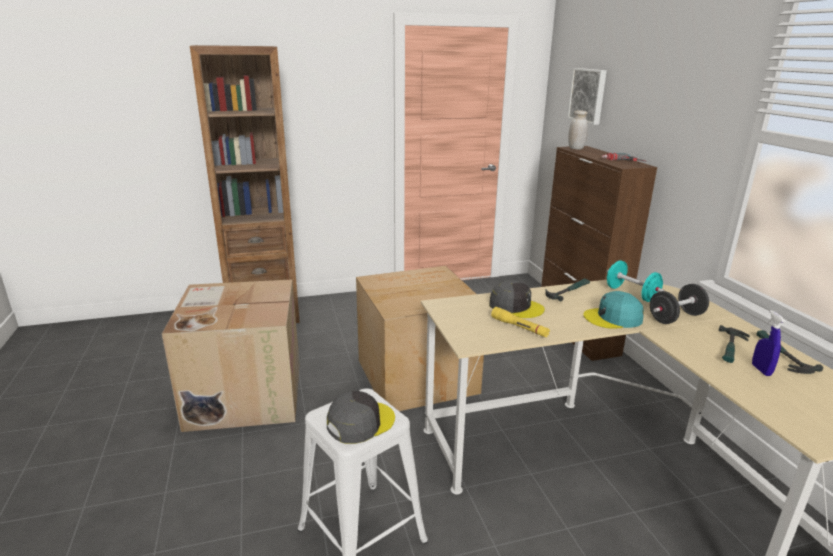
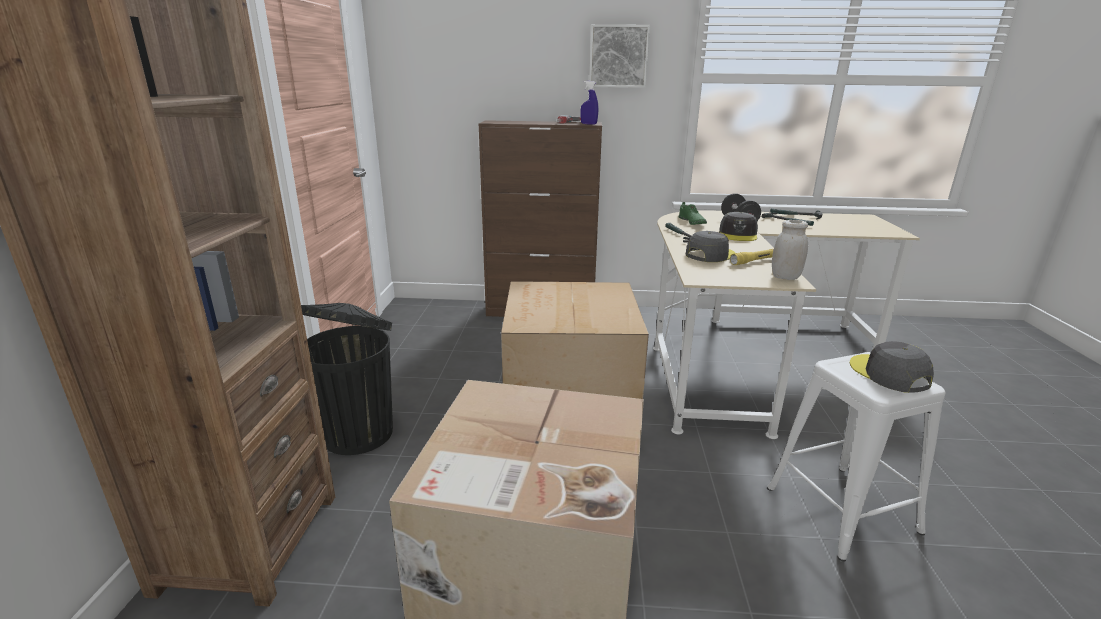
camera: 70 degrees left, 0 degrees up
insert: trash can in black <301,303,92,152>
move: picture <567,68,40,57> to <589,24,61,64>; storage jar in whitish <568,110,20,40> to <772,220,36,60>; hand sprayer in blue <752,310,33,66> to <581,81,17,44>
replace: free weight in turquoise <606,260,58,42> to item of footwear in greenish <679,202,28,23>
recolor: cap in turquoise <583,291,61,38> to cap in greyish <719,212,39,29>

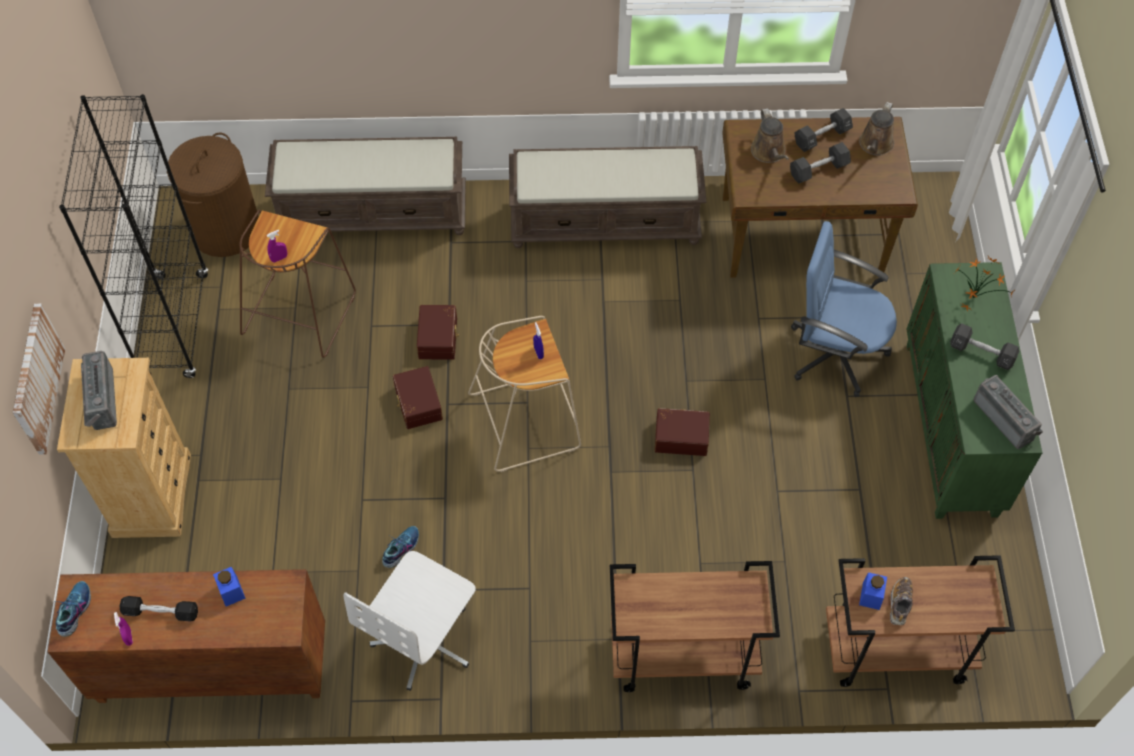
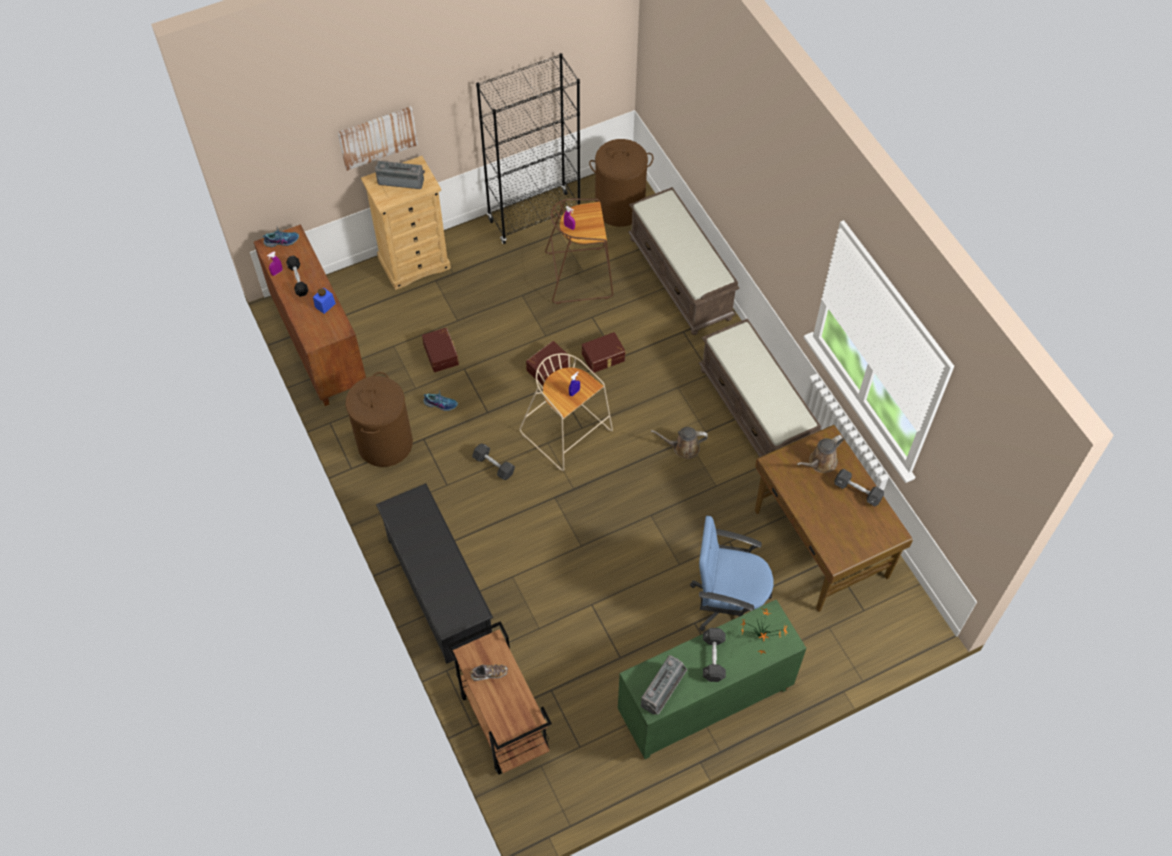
camera: 65 degrees right, 0 degrees up
delete: storage jar in blue <859,572,28,38>
move: storage box in brown-coloured <655,408,55,48> to <422,328,37,44>; free weight in black <790,142,61,42> to <472,443,43,37>; watering can in brown-coloured <859,102,35,54> to <651,427,57,32>
replace: office chair in whitish <343,551,133,140> to hamper in brown-coloured <345,372,68,95>; trolley in brown-coloured <610,561,170,131> to shoe shelf in black <376,483,117,181>
rotate: radio set <81,351,36,79> = <375,160,50,29> 45 degrees clockwise; office chair in blue <791,221,106,176> = <690,516,84,115> 75 degrees counterclockwise

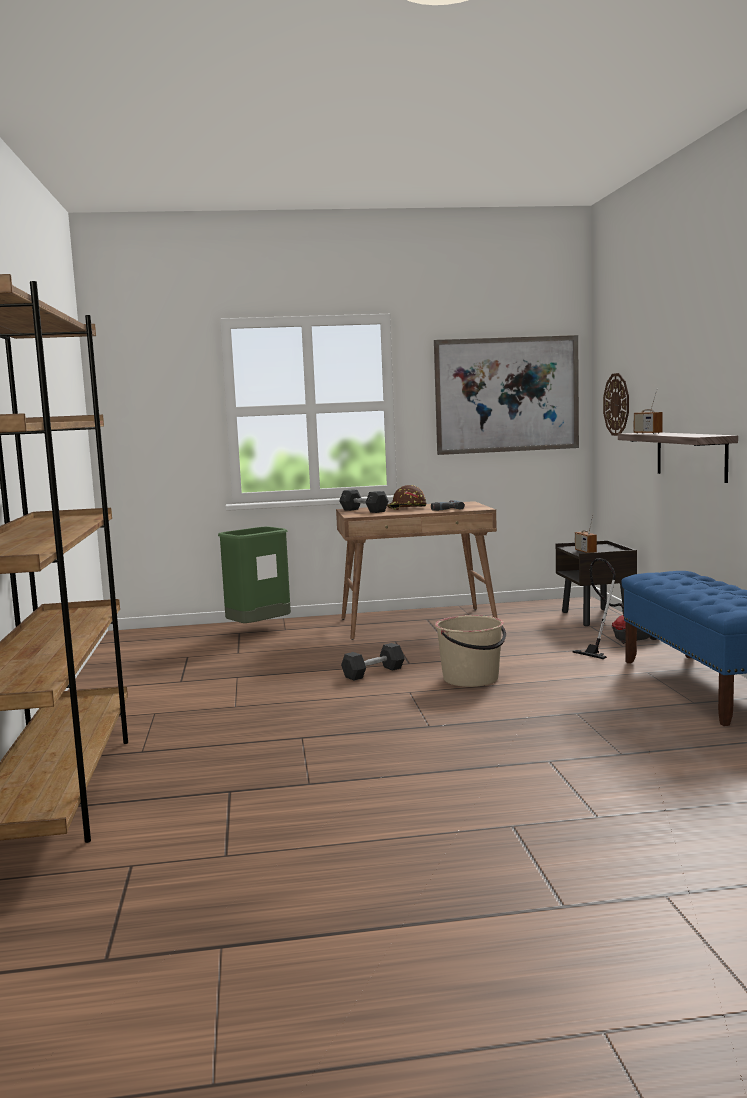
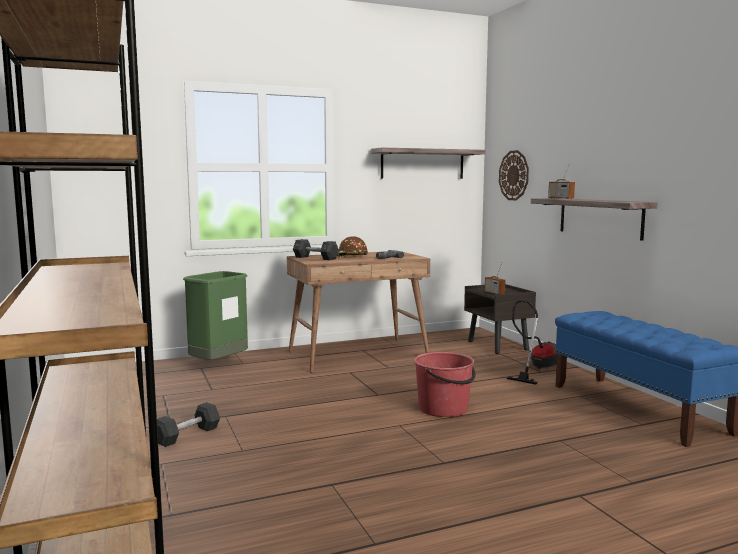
camera: 15 degrees left, 0 degrees up
move: free weight in greyish <341,643,64,38> to <157,402,63,45>
replace: picture <434,335,145,120> to wall shelf <371,147,114,32>
recolor: bucket in beige <435,615,71,72> to bucket in red <414,352,62,65>

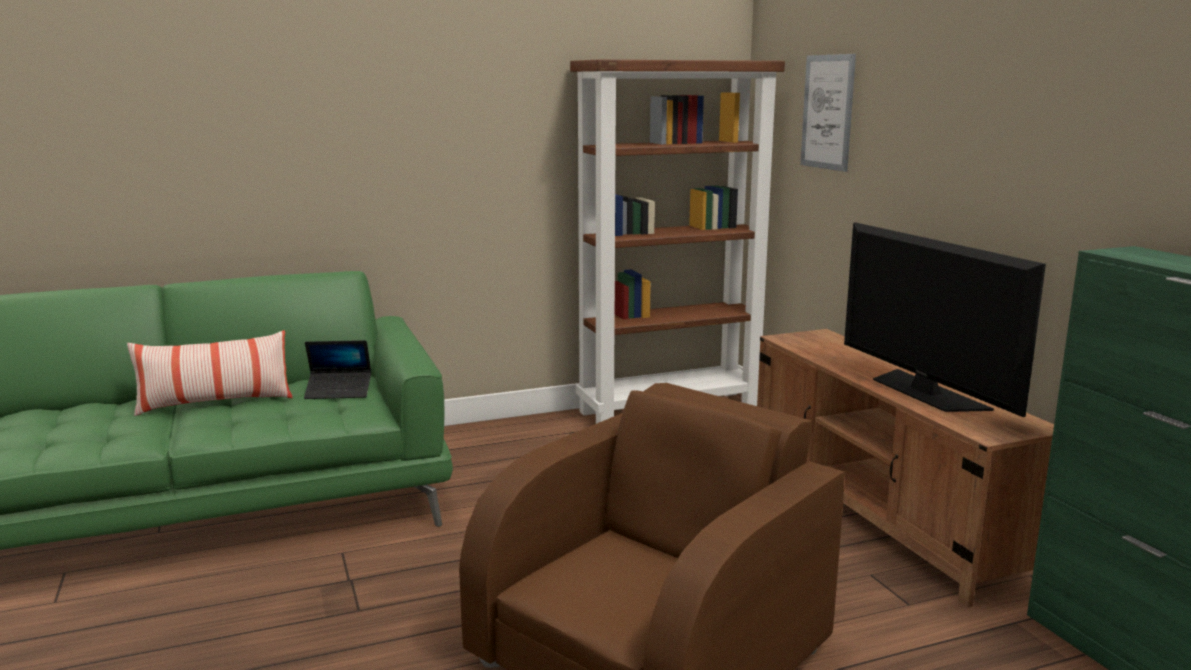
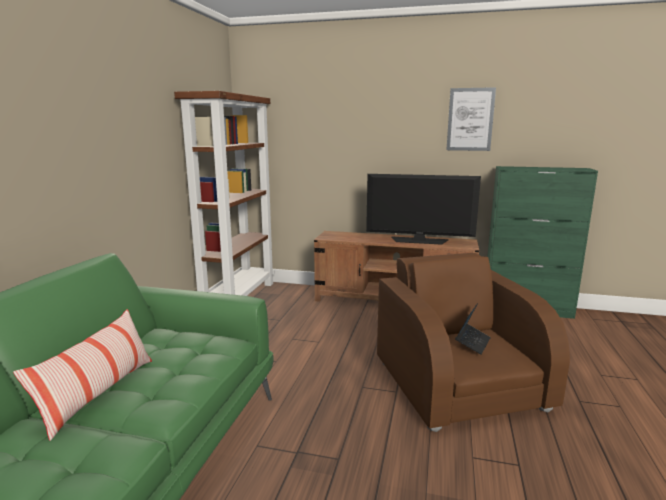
camera: 55 degrees left, 0 degrees up
move: portable computer <304,340,67,59> to <455,303,36,51>; picture <800,54,56,118> to <446,87,50,64>

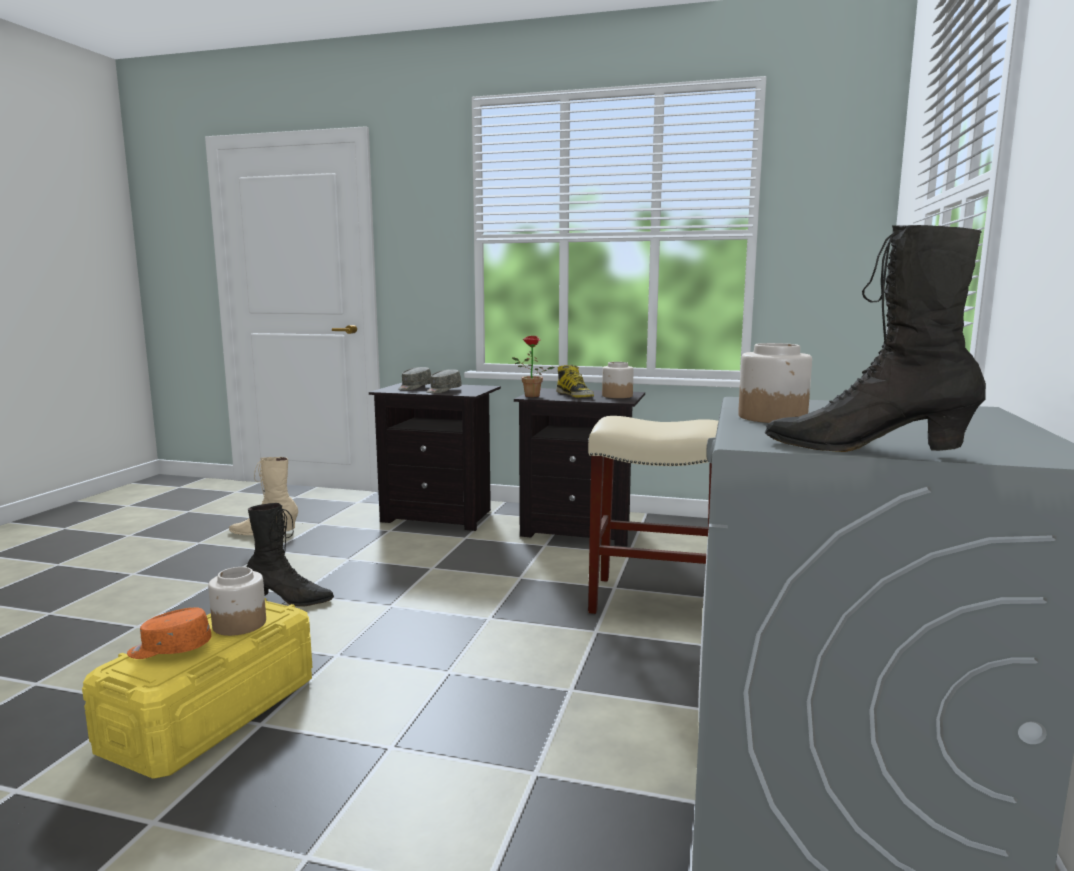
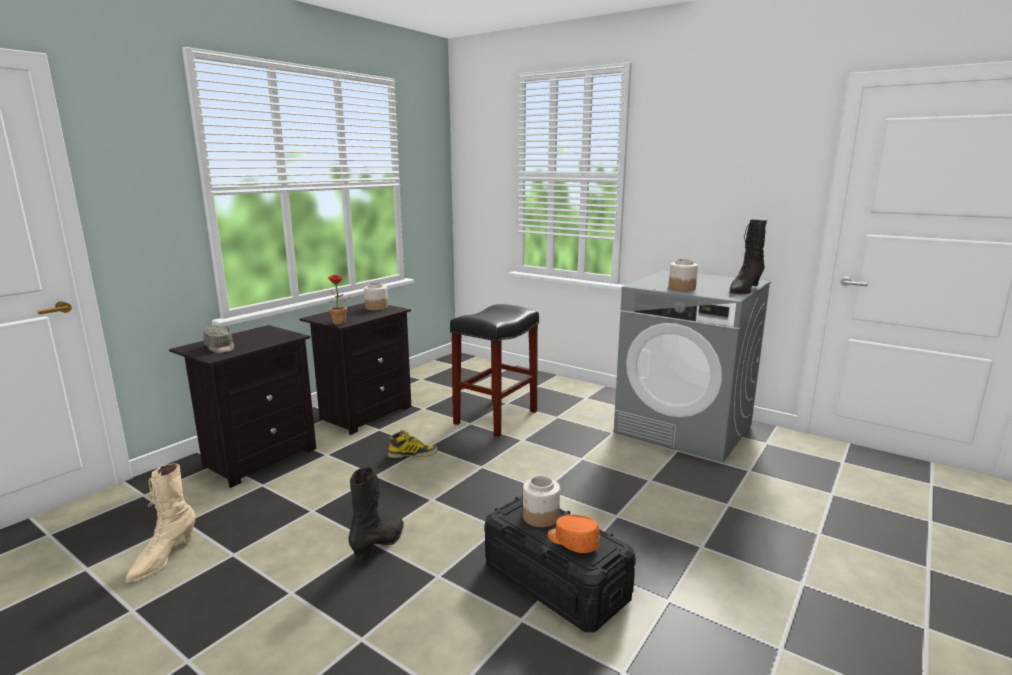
camera: 70 degrees left, 5 degrees up
delete: cap in greyish <426,369,36,24>
move: high-top boot <556,365,38,33> to <388,430,50,28>
recolor: storage box in yellow <82,598,231,181> to storage box in black <485,496,151,136>; sitting stool in beige <588,416,130,198> to sitting stool in black <450,304,89,133>
rotate: cap in orangey <127,607,84,52> = <548,514,52,39> 120 degrees clockwise

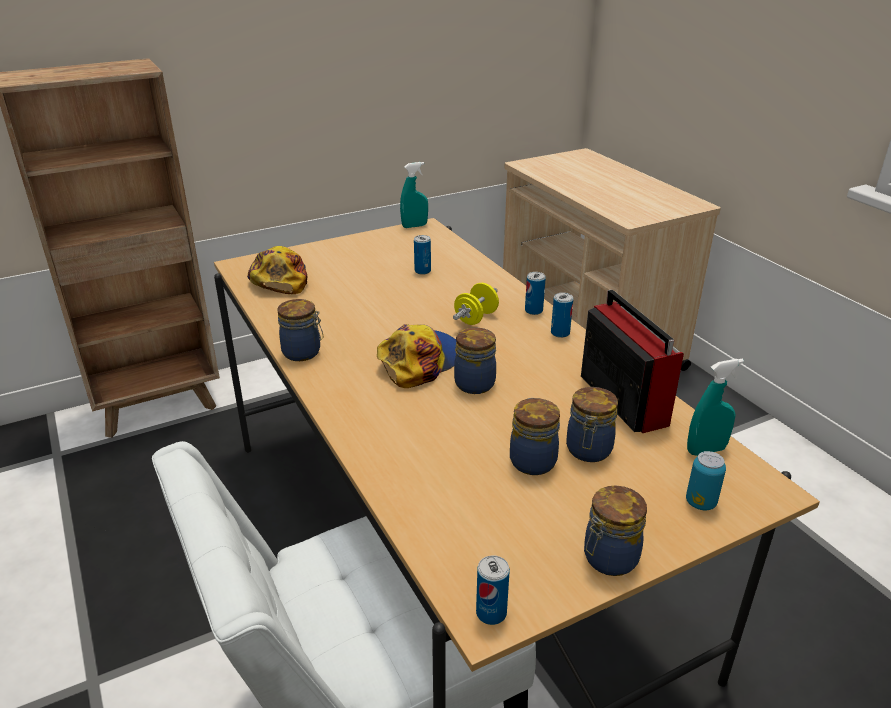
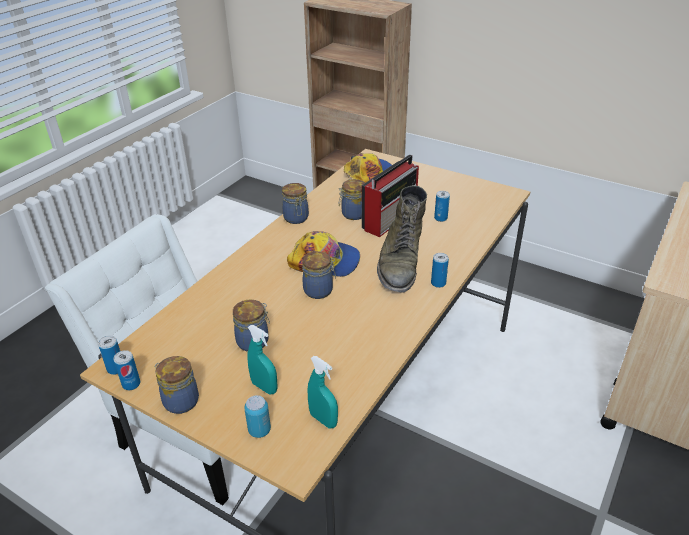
camera: 60 degrees right, 5 degrees up
move: hand sprayer in turquoise <400,162,28,66> to <248,325,29,70>; sealed can <551,292,22,46> to <114,350,26,40>; storage jar <566,387,52,75> to <339,179,26,41>; radio set <581,289,103,144> to <362,154,57,83>
replace: free weight in yellow <453,283,46,42> to high-top boot in greenish <377,185,50,108>

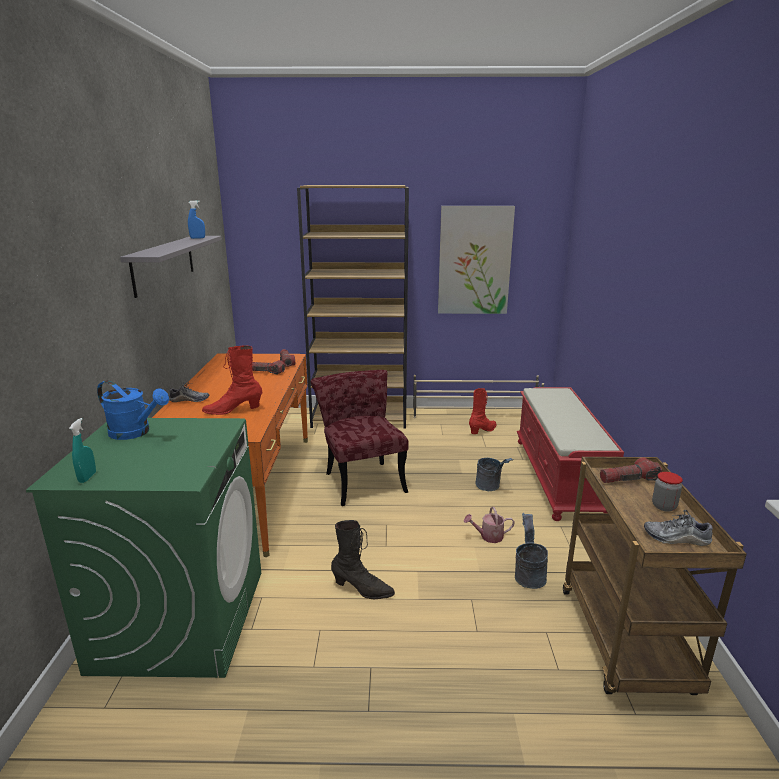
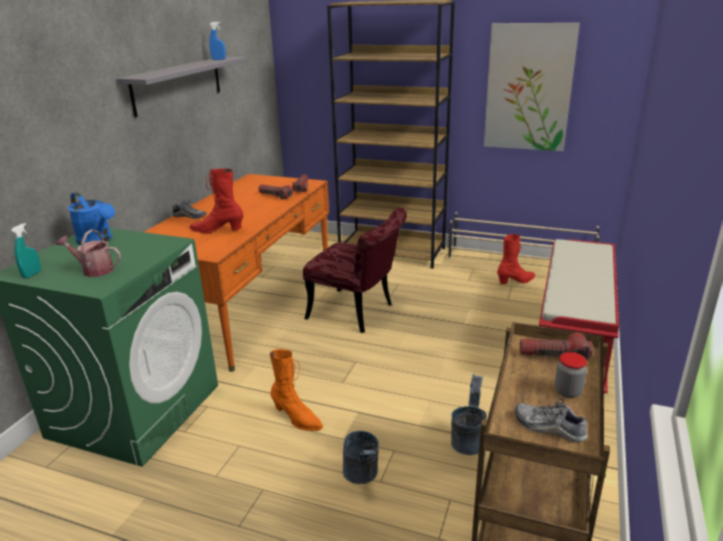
camera: 20 degrees right, 5 degrees up
move: watering can <464,507,51,36> to <56,229,65,48>; bucket in greyish <475,458,38,33> to <343,431,36,53>
recolor: high-top boot in black <331,520,64,79> to high-top boot in orangey <269,349,54,82>
rotate: plain chair in red <311,370,98,136> = <303,208,104,125> 120 degrees clockwise

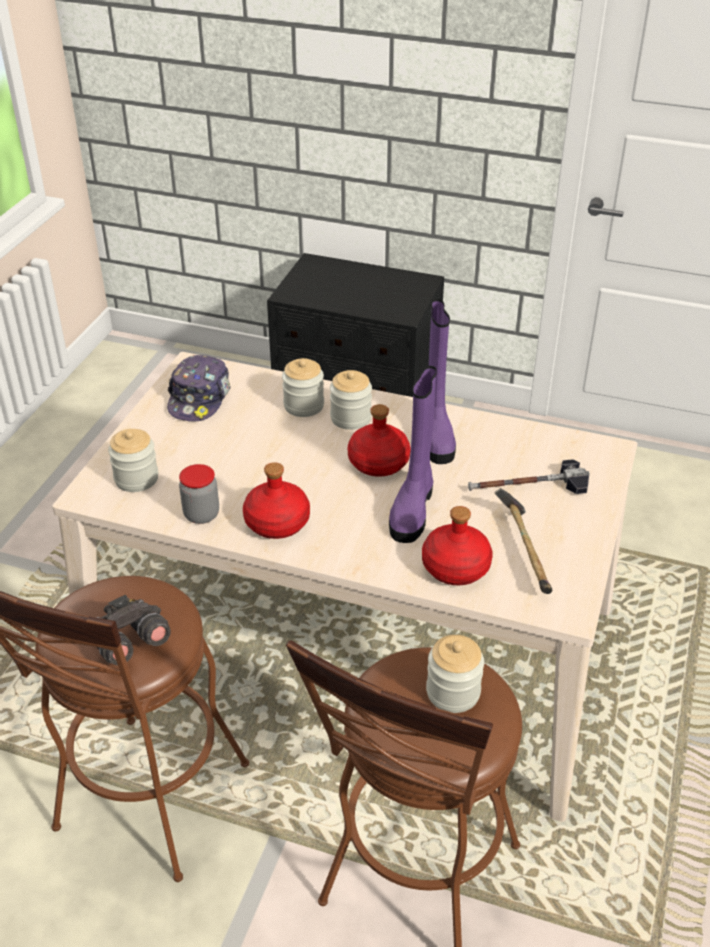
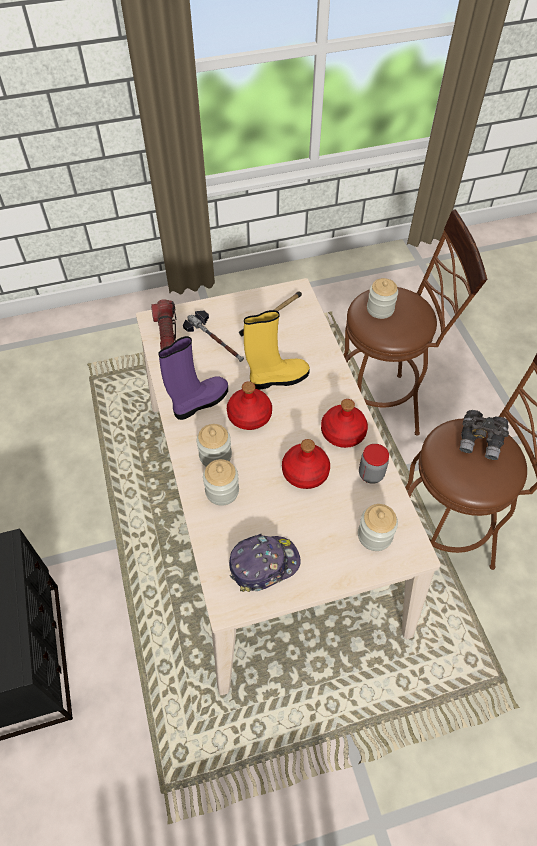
camera: 125 degrees left, 15 degrees up
insert: flashlight <151,299,25,51>
move: beverage bottle in red <422,506,71,79> to <282,439,48,50>
recolor: high-top boot in purple <389,366,48,177> to high-top boot in yellow <244,310,66,80>

